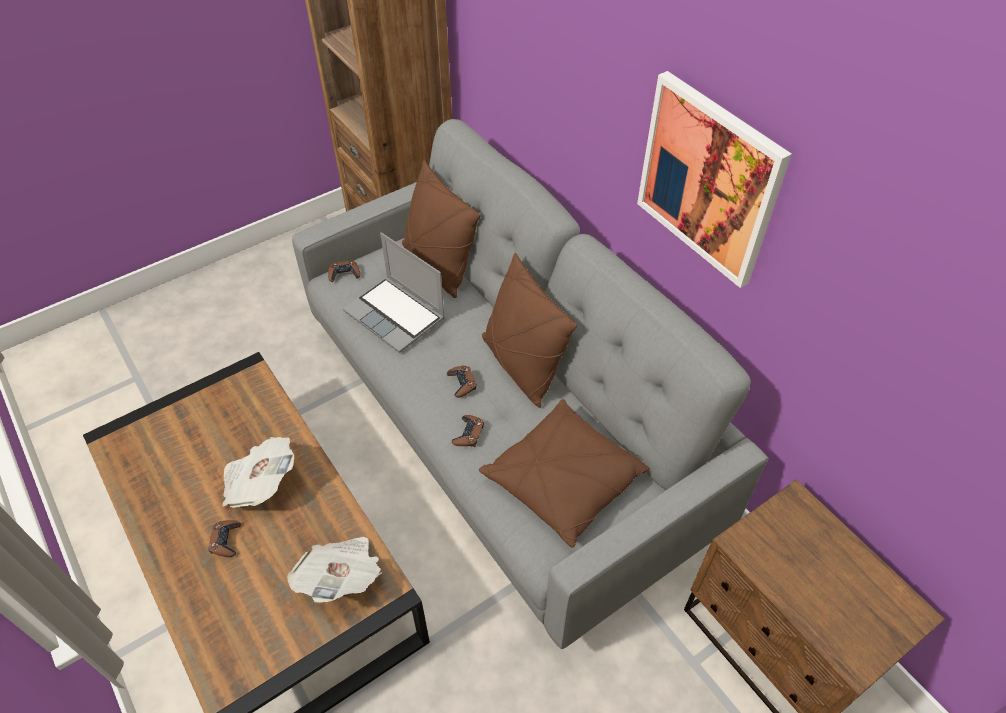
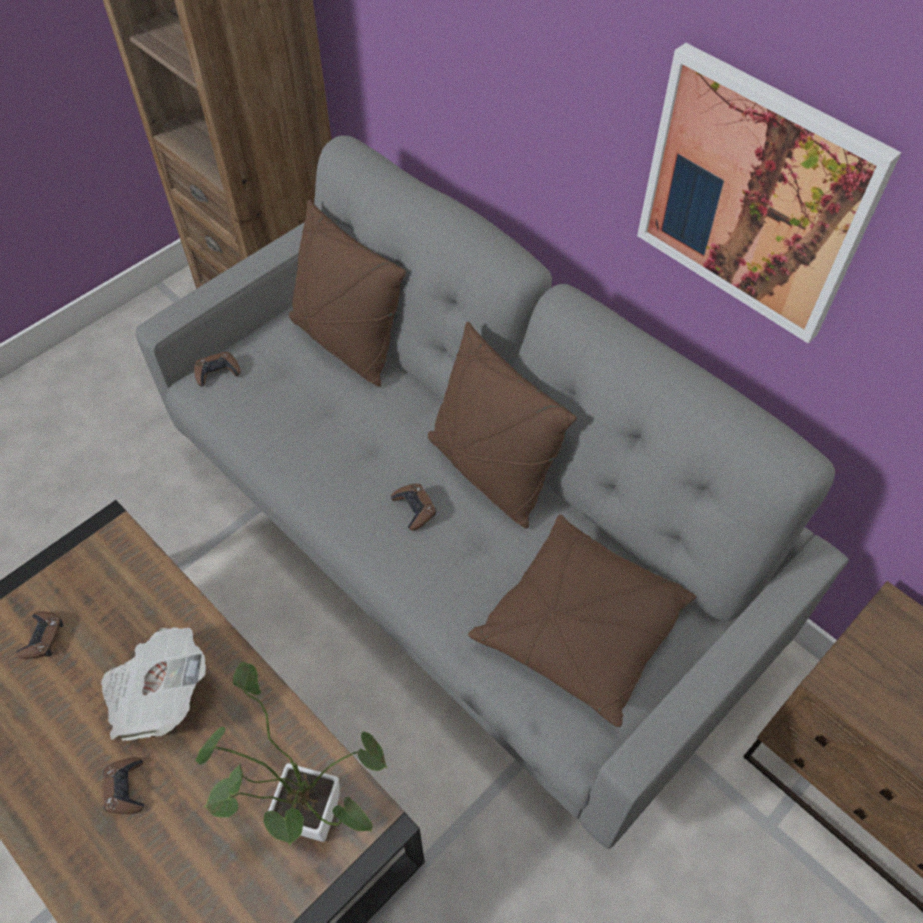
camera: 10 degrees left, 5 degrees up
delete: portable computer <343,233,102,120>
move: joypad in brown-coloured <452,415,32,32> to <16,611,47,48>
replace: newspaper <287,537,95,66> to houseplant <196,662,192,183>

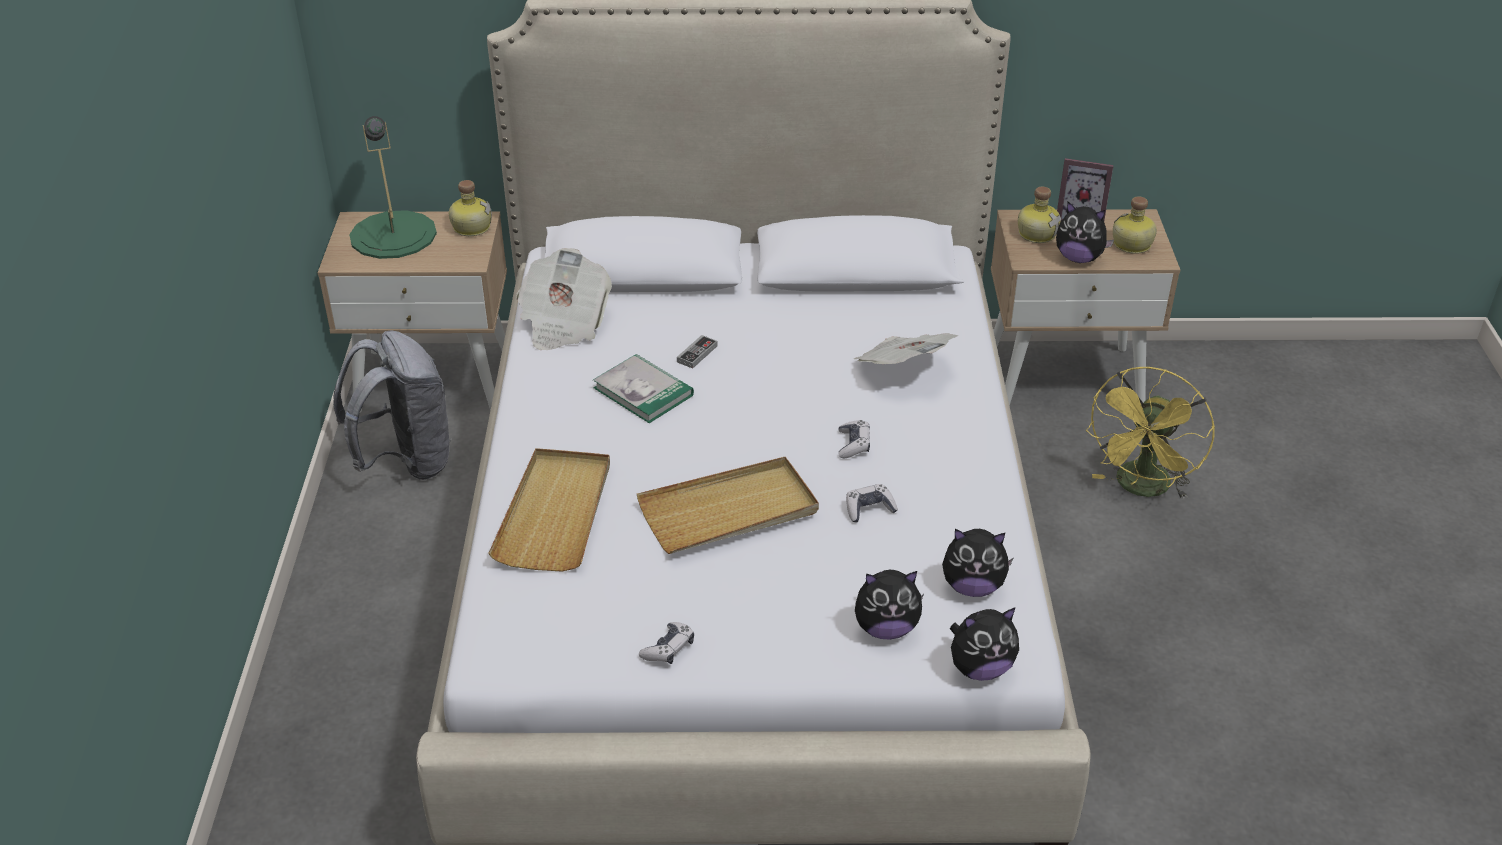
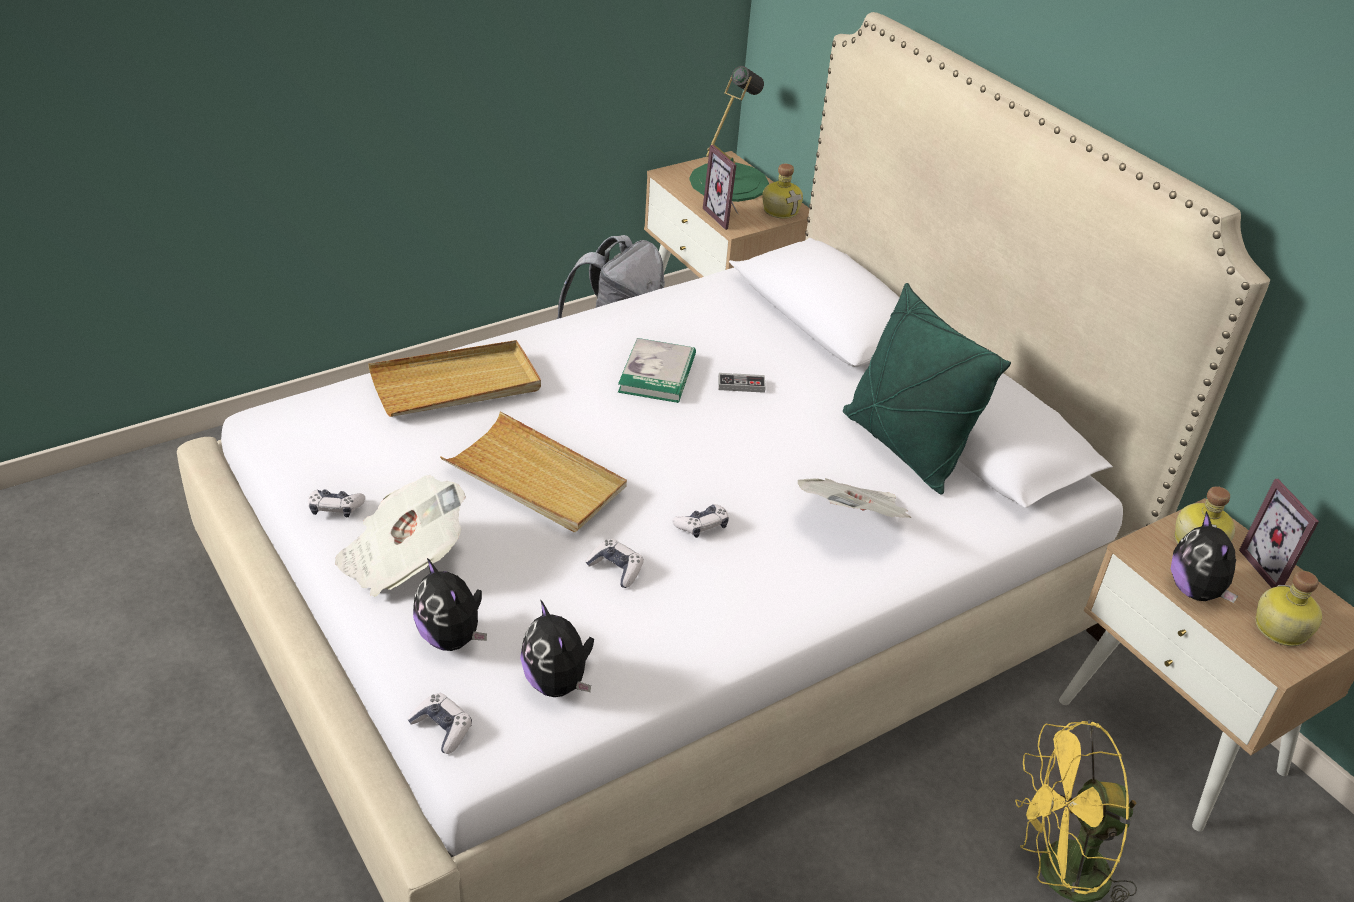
camera: 55 degrees right, 0 degrees up
insert: photo frame <703,145,35,85>; pillow in greenish <843,283,168,211>
move: newspaper <516,248,96,102> to <335,475,131,122>
replace: plush toy <950,607,69,74> to joypad <407,693,65,61>

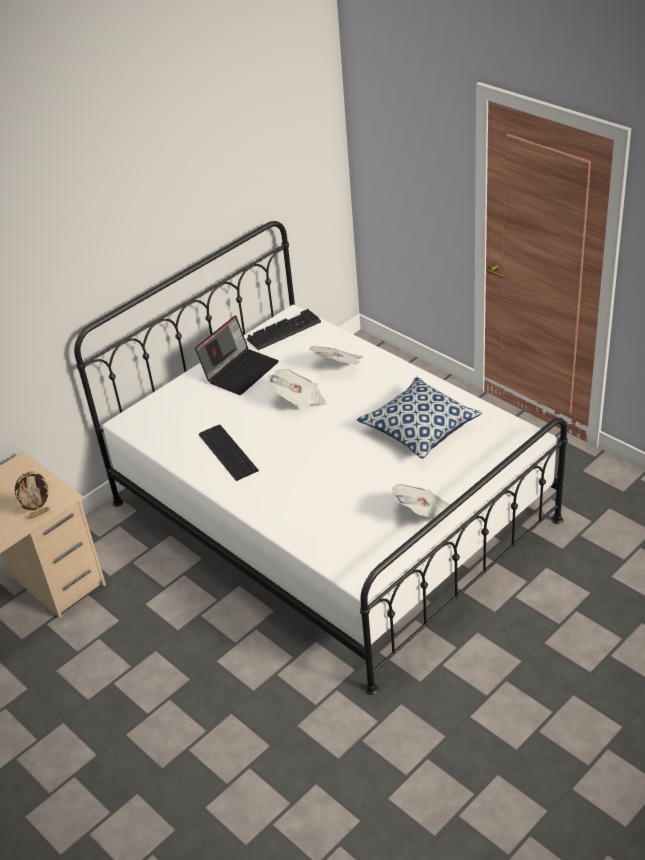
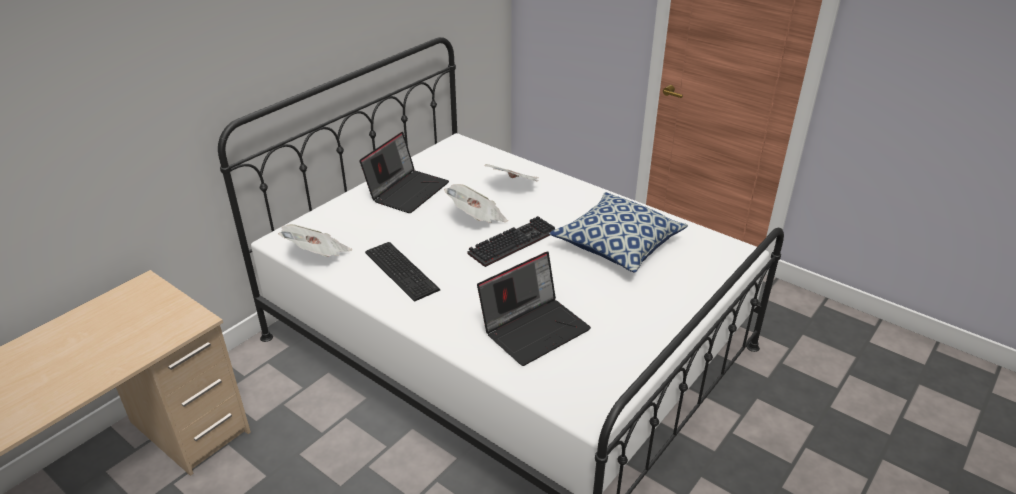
camera: 10 degrees left, 5 degrees down
delete: photo frame <14,471,36,48>
insert: portable computer <477,252,114,114>
move: computer keyboard <247,309,74,41> to <467,216,88,51>; newspaper <392,484,64,35> to <278,224,74,33>

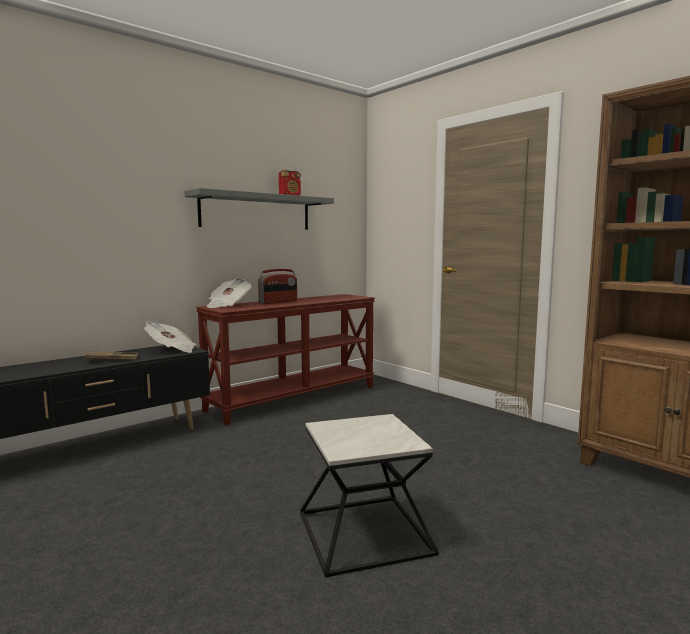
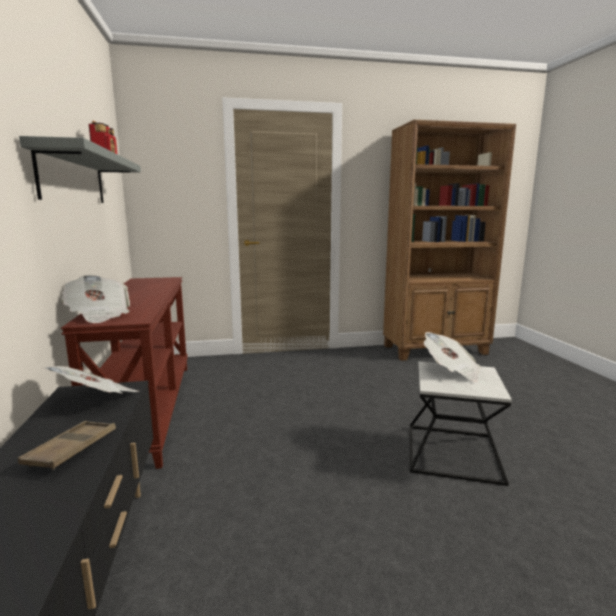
camera: 60 degrees left, 5 degrees up
delete: radio set <258,269,39,35>
insert: newspaper <424,332,57,50>

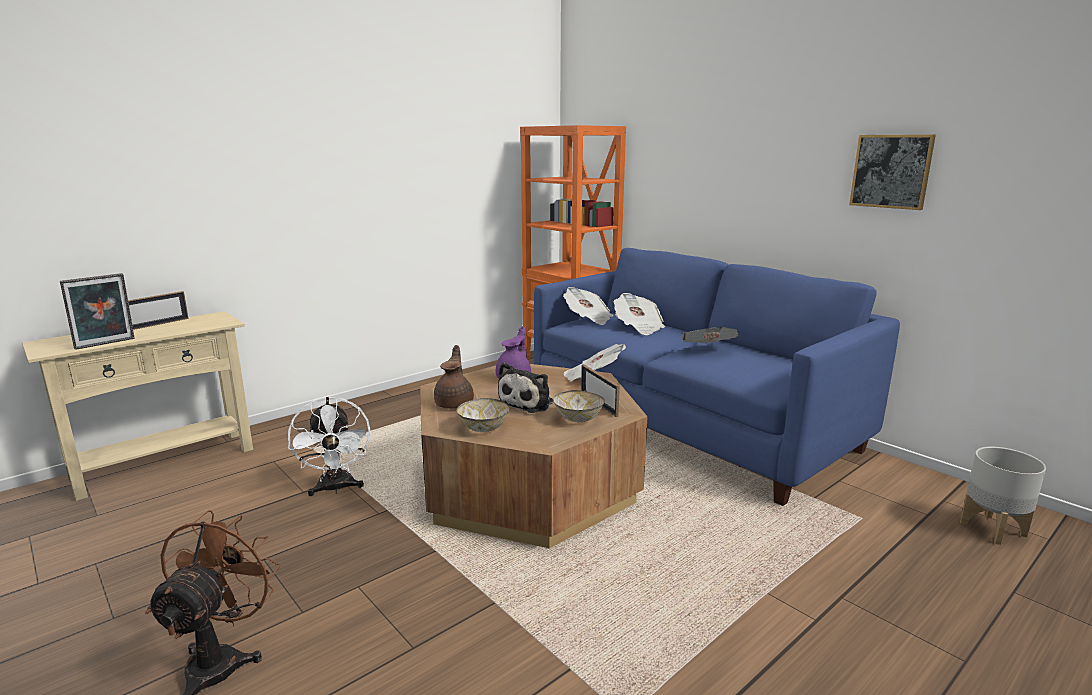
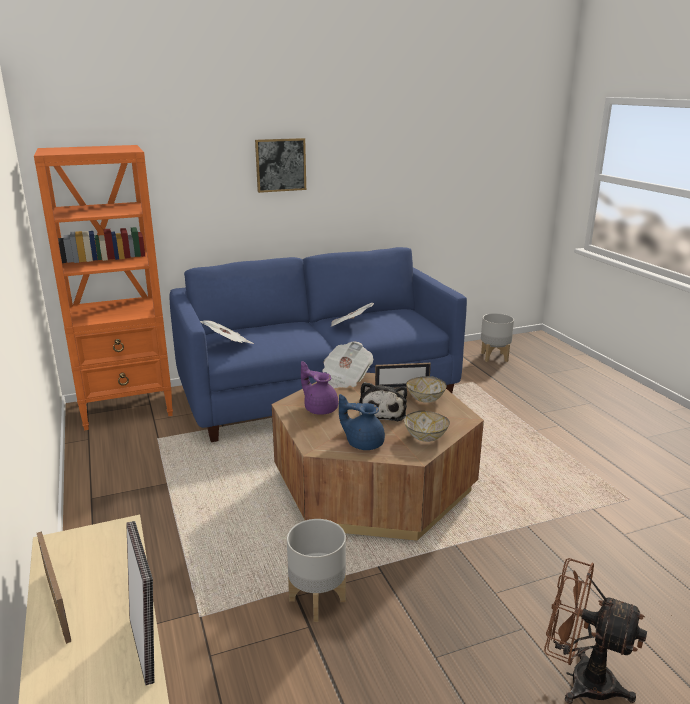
camera: 70 degrees left, 5 degrees up
delete: newspaper <614,293,51,42>
move: picture <849,134,87,76> to <255,138,51,55>
replace: cooling fan in whitish <288,397,83,99> to planter in greyish <287,519,59,103>
recolor: tea pot in brown-coloured <434,345,40,64> to tea pot in blue <339,394,46,56>
rotate: plush toy <498,363,56,50> = <359,382,48,39> 45 degrees clockwise

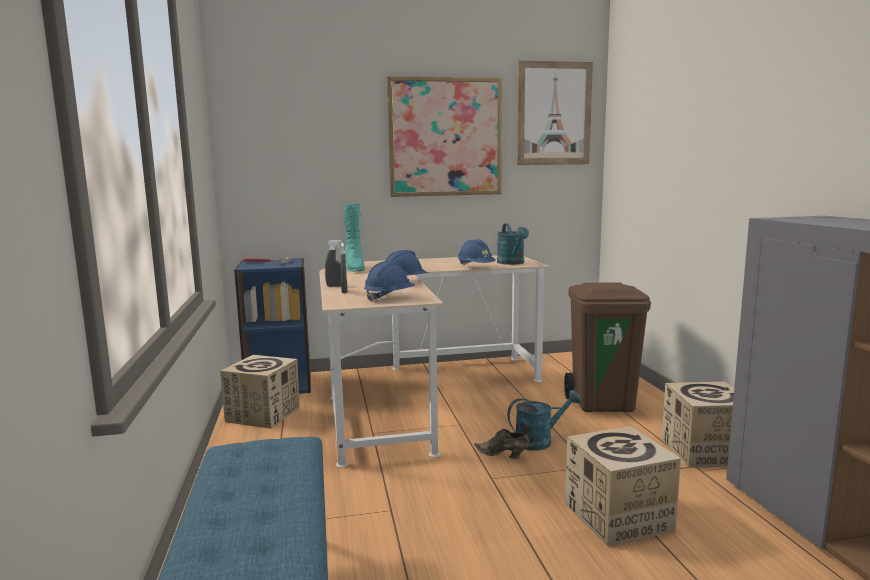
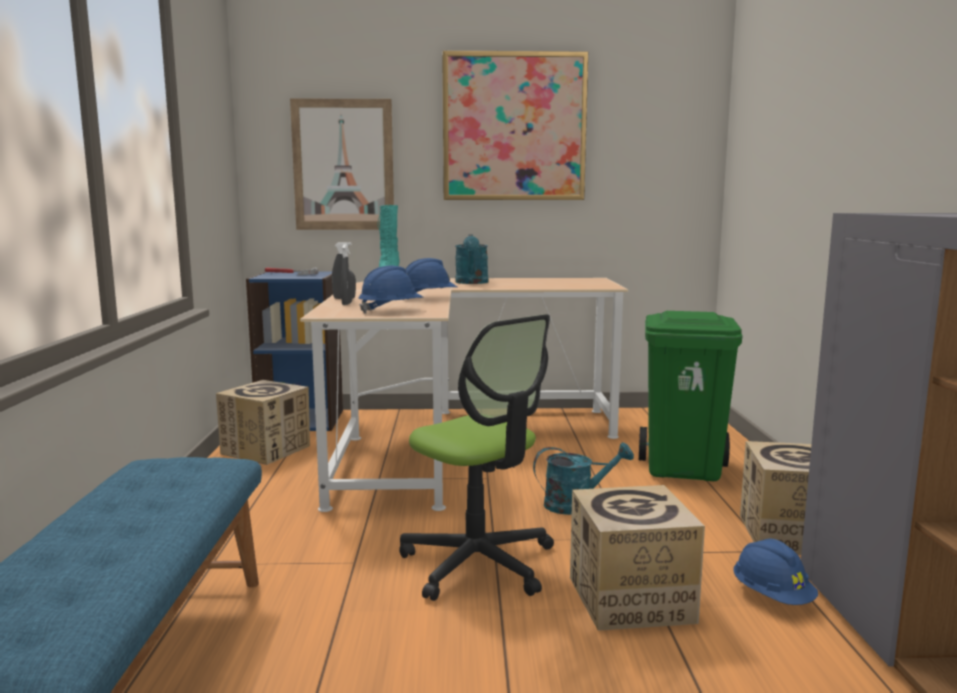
camera: 10 degrees right, 0 degrees up
delete: item of footwear in brown-coloured <474,429,56,30>
insert: office chair <399,314,155,287>
move: safety helmet in blue <458,239,38,26> to <733,539,85,66>; watering can in turquoise <497,223,32,42> to <455,234,33,50>; picture <517,60,76,105> to <290,99,104,131>
recolor: trash can in brown-coloured <564,282,87,130> to trash can in greenish <639,311,104,170>

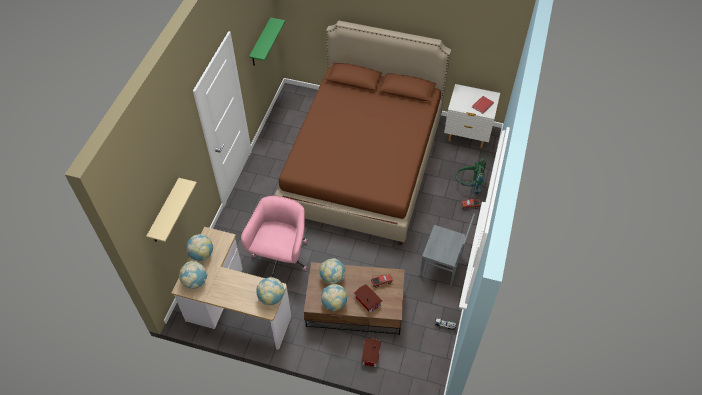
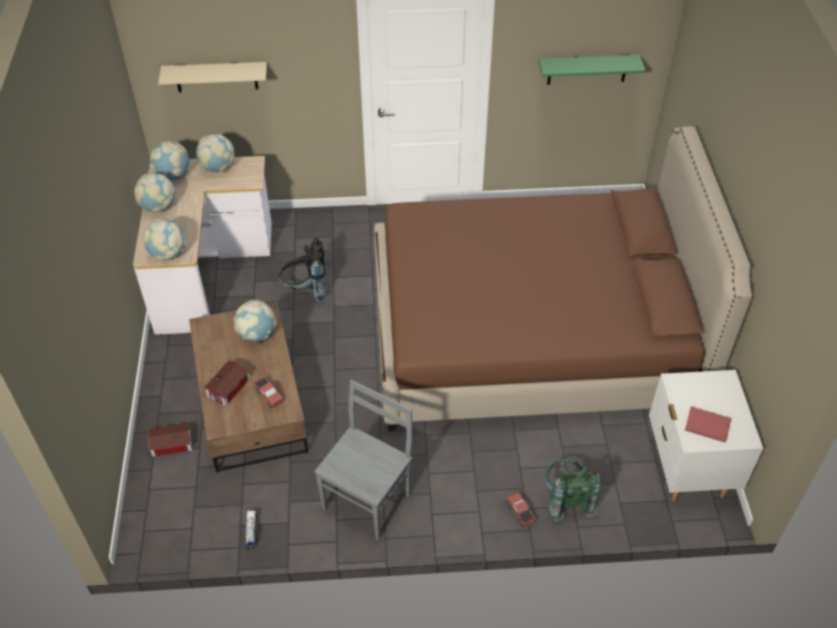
camera: 70 degrees right, 5 degrees down
move: world globe <321,284,26,27> to <134,173,42,40>
replace: office chair in pinkish <241,196,67,82> to rucksack in black <278,237,48,65>
rotate: plain chair in greyish <420,214,55,72> = <314,379,99,162> 150 degrees counterclockwise

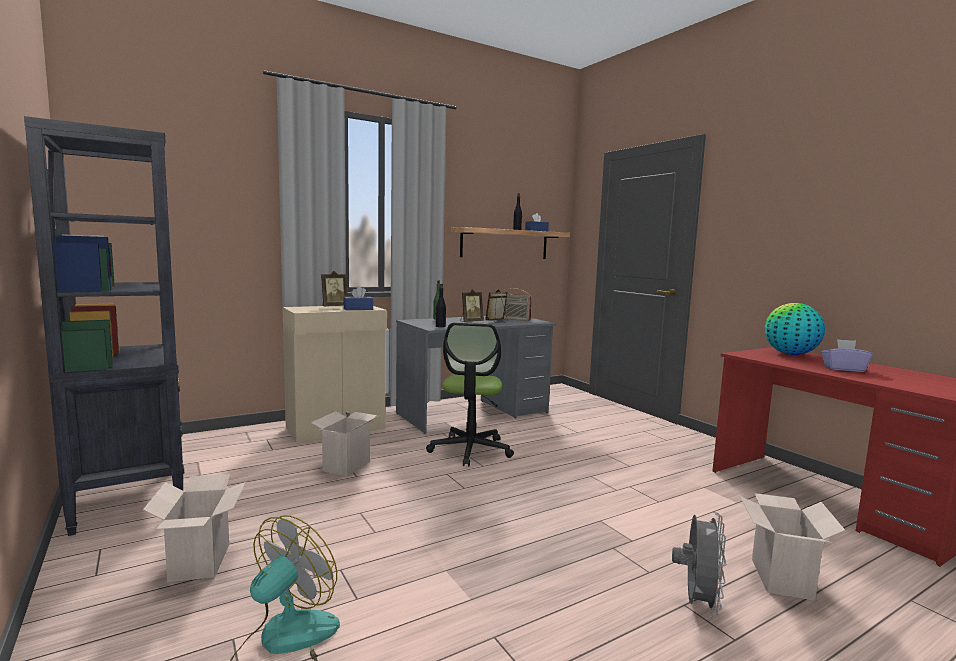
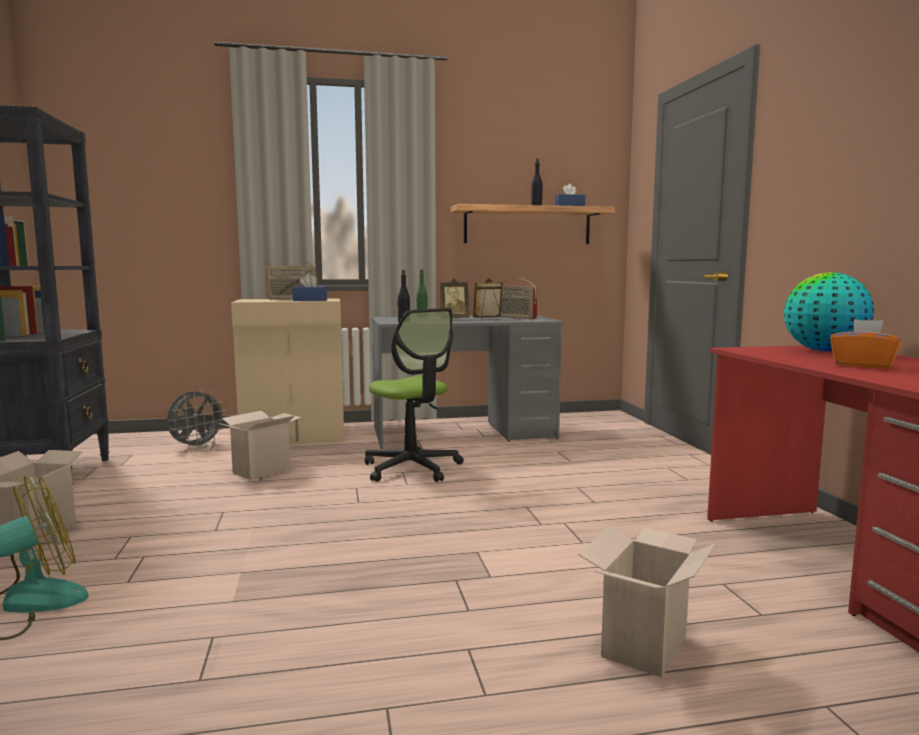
camera: 20 degrees right, 0 degrees up
move: cooling fan in greyish <672,512,54,104> to <167,389,59,61>
replace: photo frame <321,271,27,35> to radio set <266,258,51,42>
recolor: box of tissues in purple <821,339,52,33> to box of tissues in orangey <830,319,71,50>
rotate: office chair <426,323,88,144> = <365,308,99,174> 60 degrees counterclockwise

